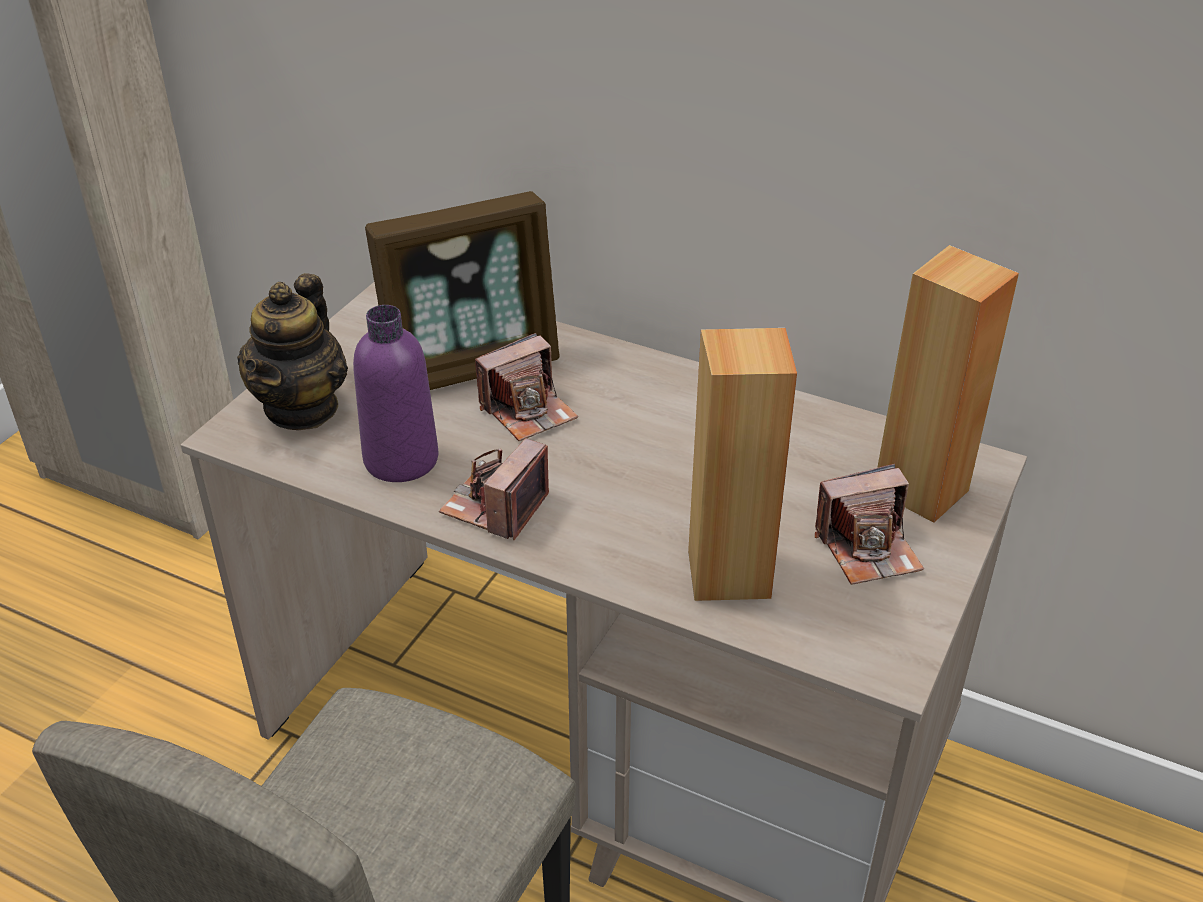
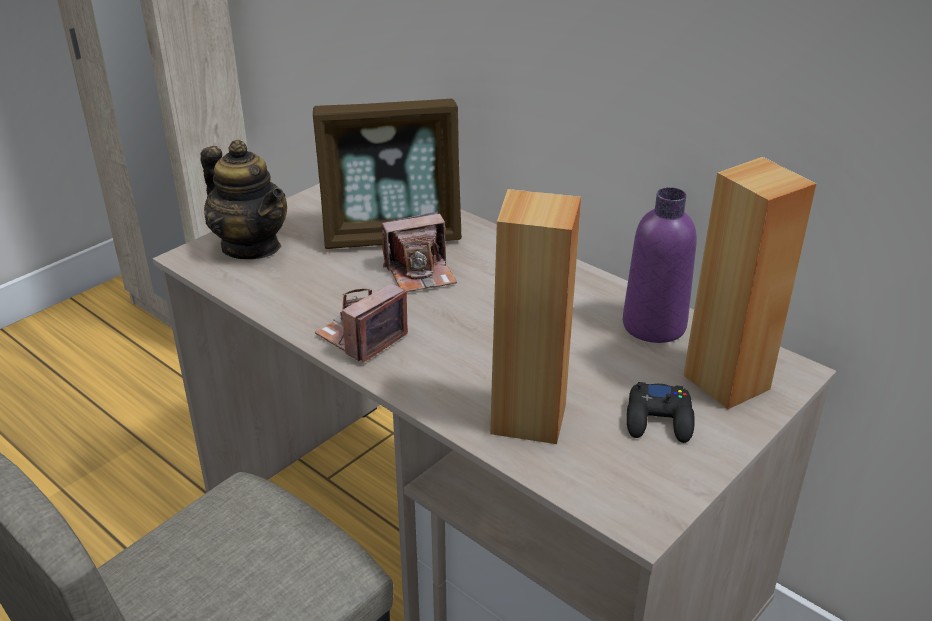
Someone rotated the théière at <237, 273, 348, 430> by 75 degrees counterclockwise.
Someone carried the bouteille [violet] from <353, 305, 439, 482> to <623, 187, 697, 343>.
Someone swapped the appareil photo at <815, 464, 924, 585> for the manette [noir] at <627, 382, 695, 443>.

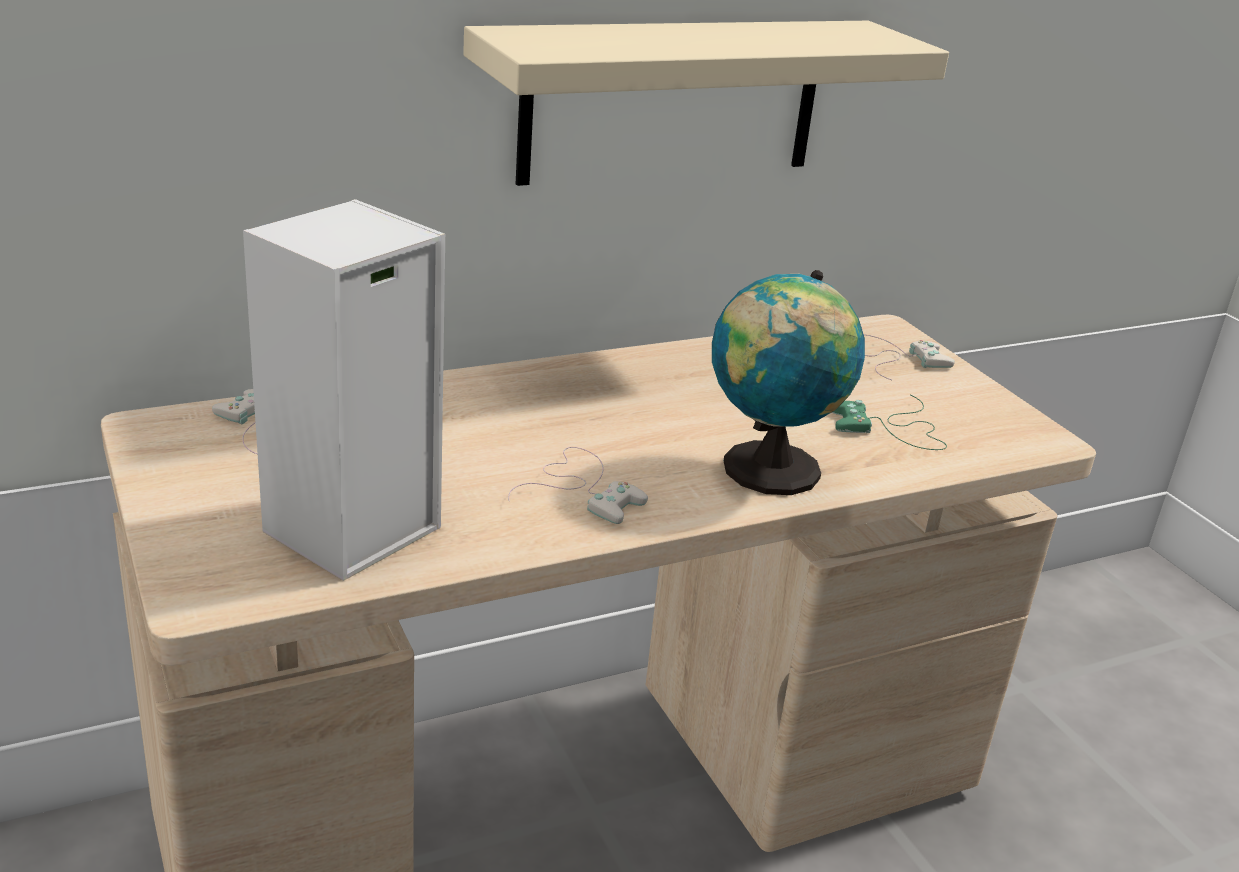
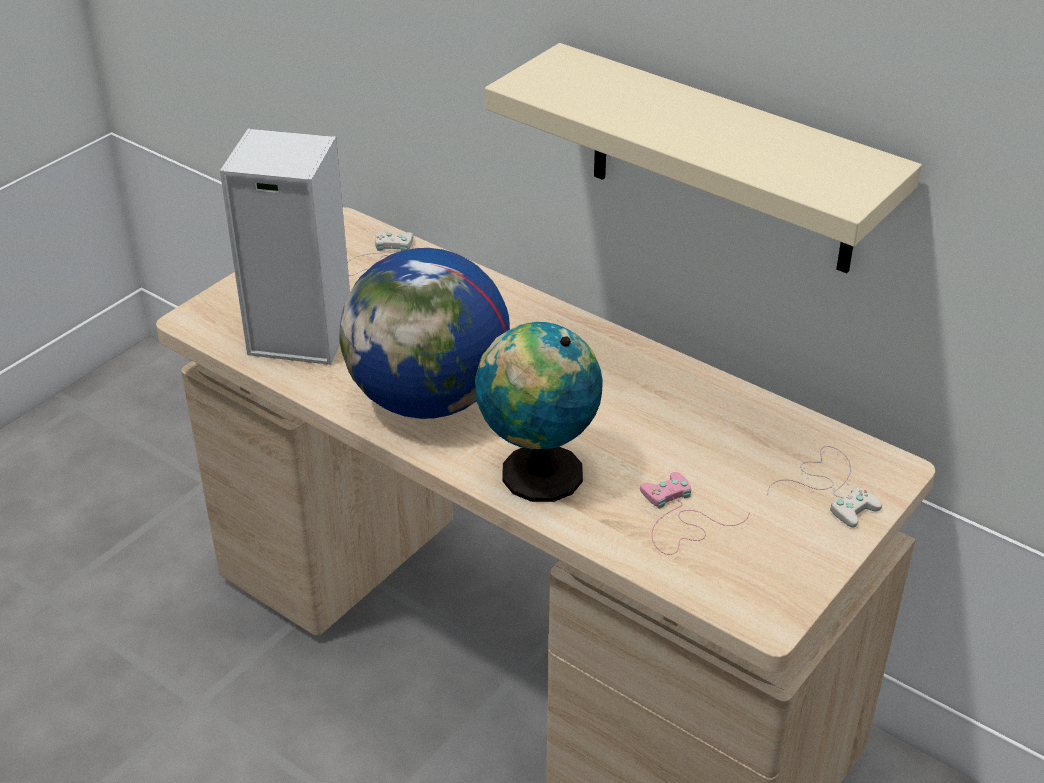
Someone swapped the manette [blanc] at <508, 447, 648, 524> for the globe at <339, 248, 510, 419>.
Someone repainted the manette [vert] at <832, 394, 947, 450>, which became the manette [rose] at <640, 472, 750, 555>.

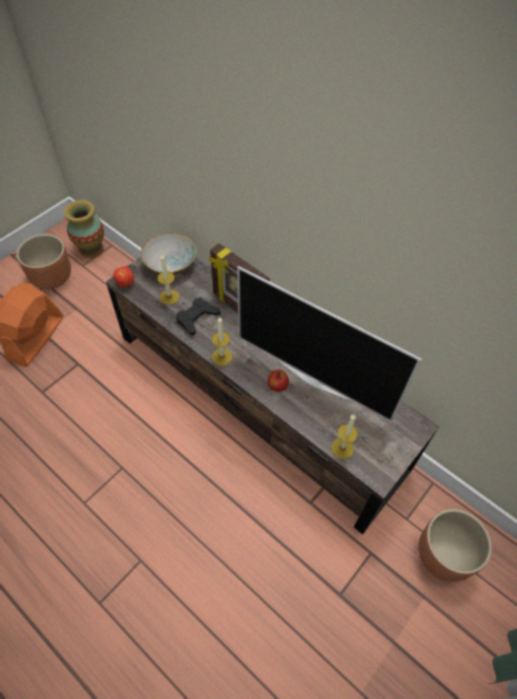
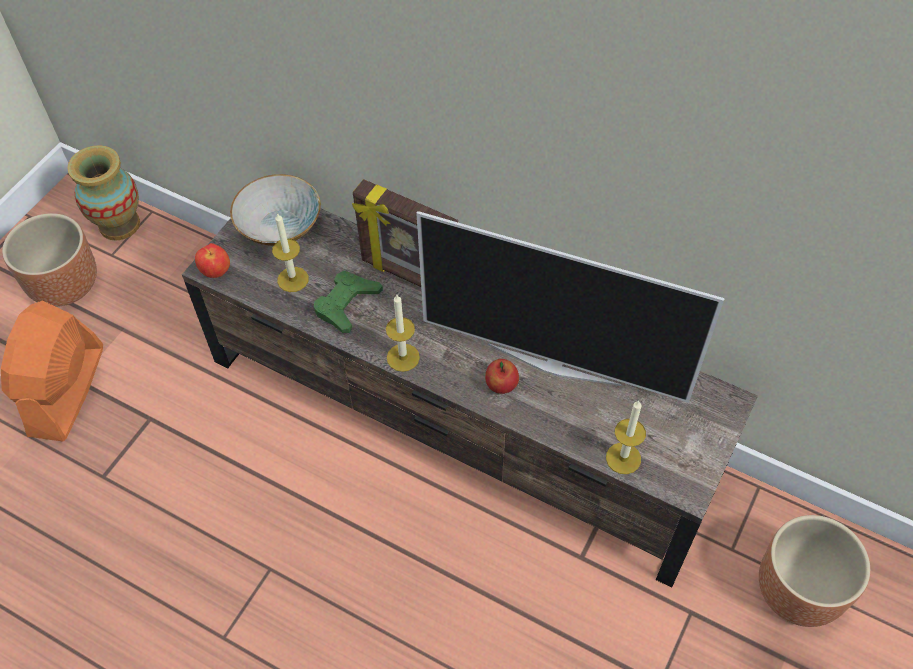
Someone repainted the manette [noir] at <176, 298, 221, 336>, which became the manette [vert] at <314, 271, 383, 333>.

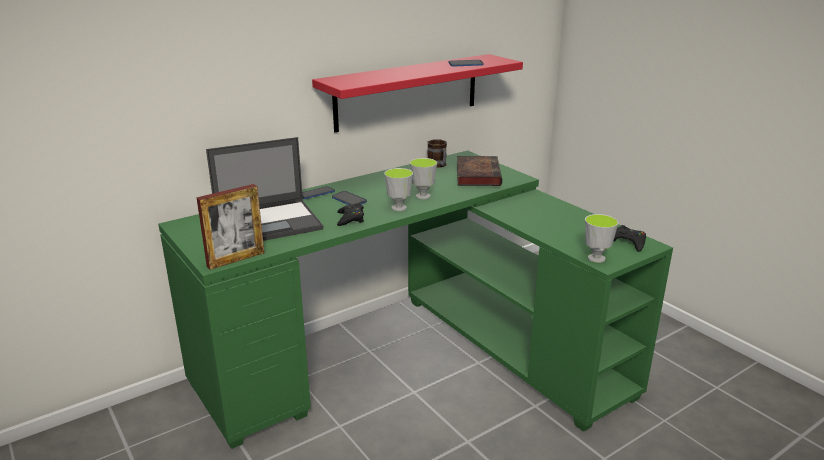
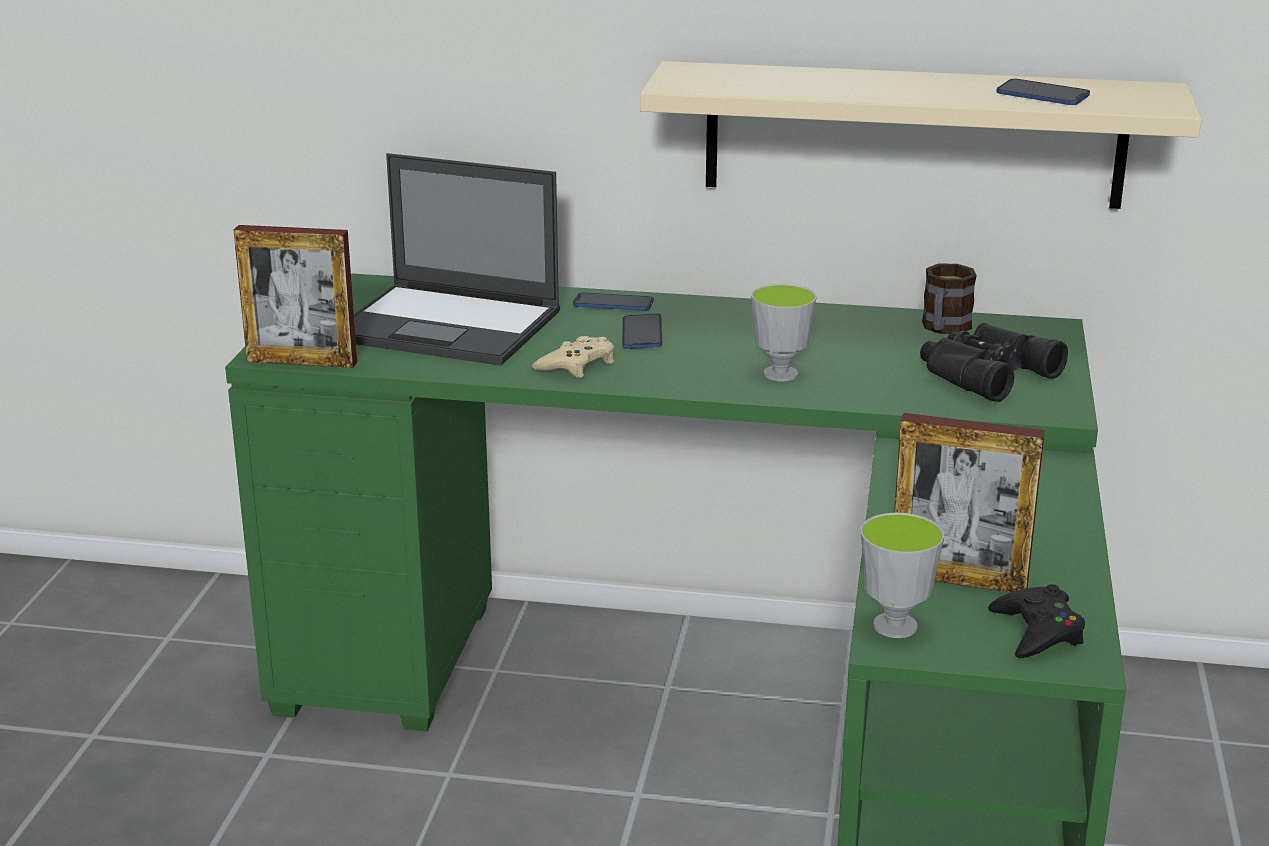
Someone repainted the manette [noir] at <337, 203, 364, 226>, which became the manette [beige] at <532, 336, 614, 378>.
Someone repainted the étagère [rouge] at <312, 54, 523, 132>, which became the étagère [beige] at <640, 61, 1202, 209>.
Someone put down the cadre photo at <894, 413, 1045, 592>.
Someone swapped the livre at <457, 156, 502, 186> for the jumelles [noir] at <920, 323, 1068, 402>.
Someone took away the tasse at <384, 168, 413, 211>.

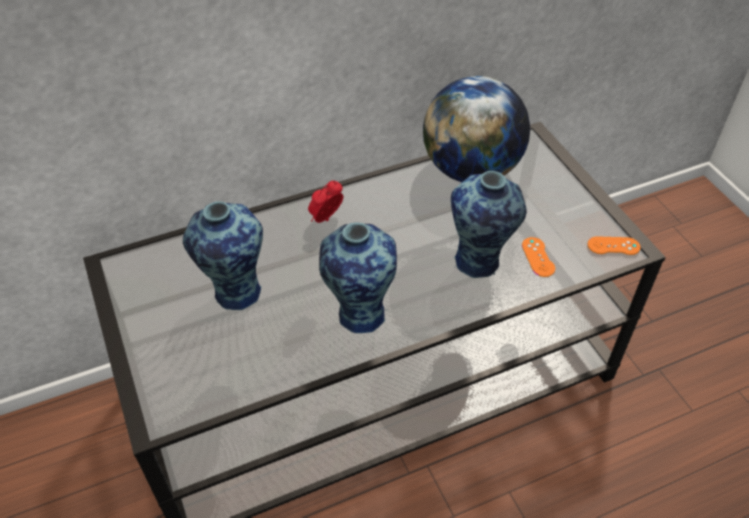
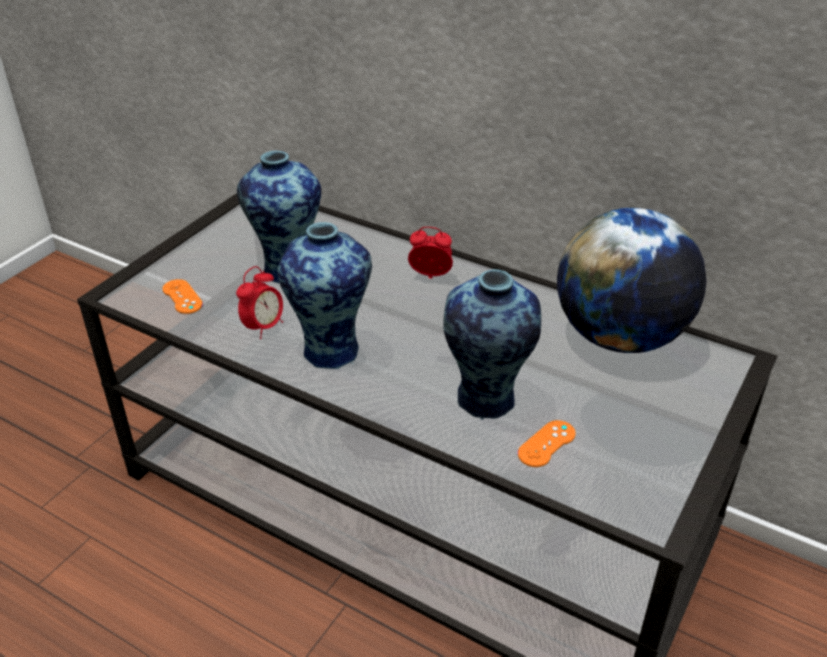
Someone carried the manette [orange] from <588, 236, 640, 255> to <162, 279, 203, 314>.
Someone put down the réveil at <236, 266, 283, 339>.

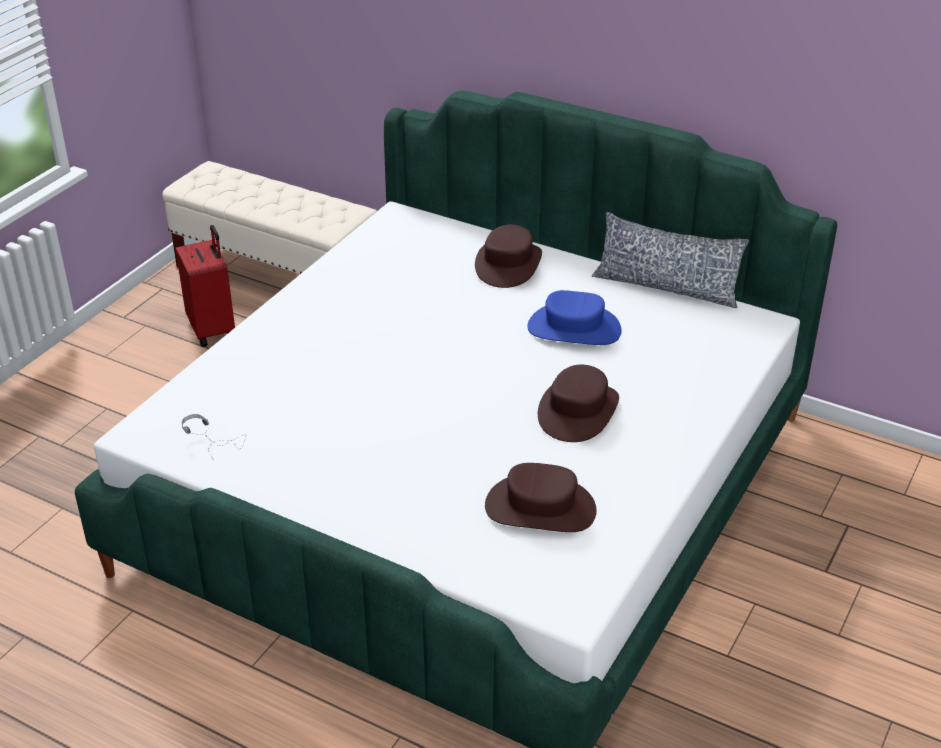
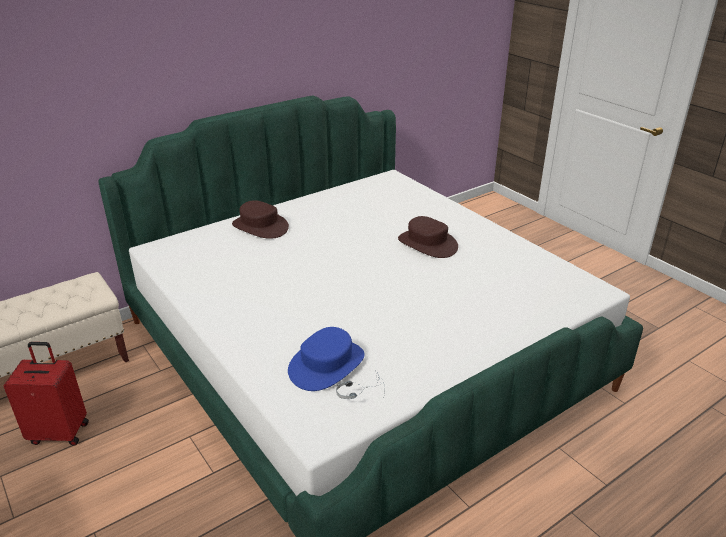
Someone carried the chapeau [bleu] from <527, 290, 622, 345> to <288, 327, 365, 391>.
Someone took away the chapeau [marron] at <485, 463, 596, 532>.
Someone took away the coussin at <592, 212, 749, 308>.

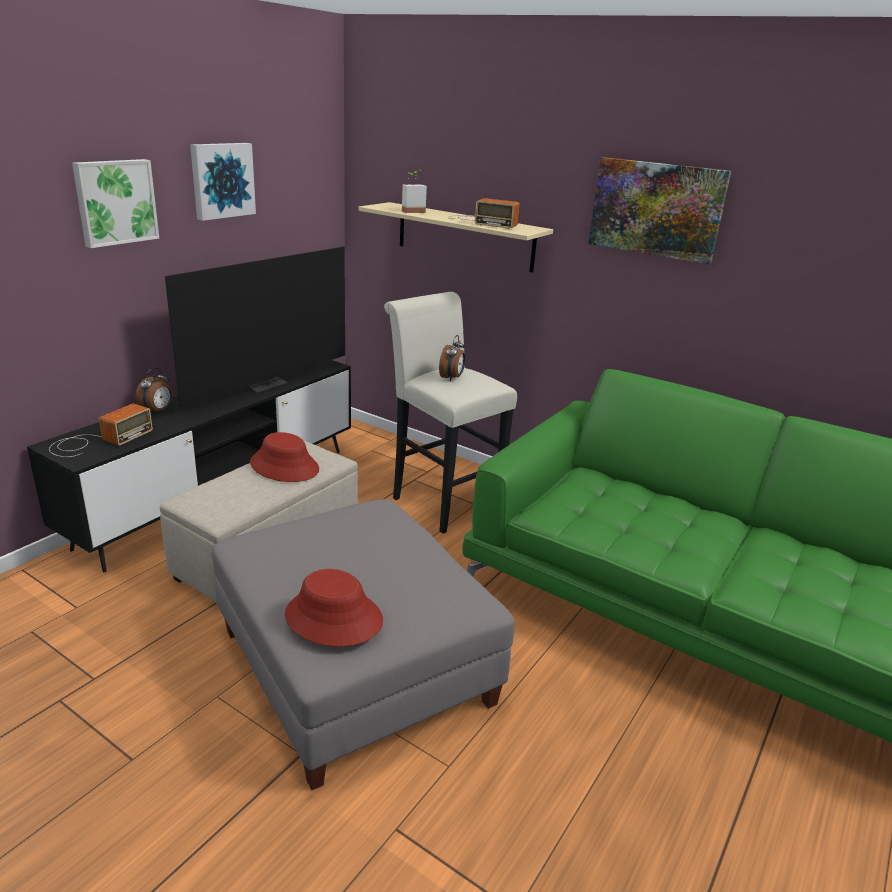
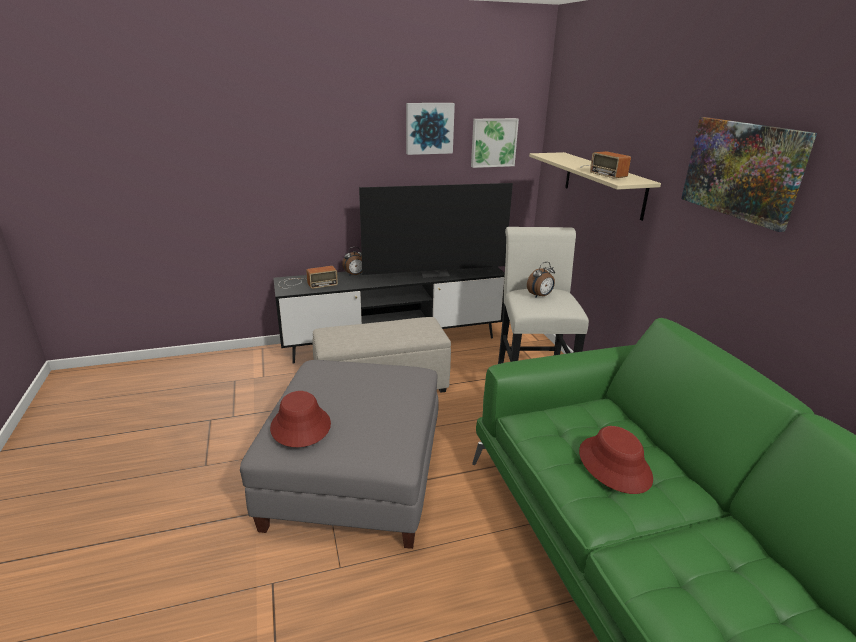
Someone carried the tableau from <72, 159, 159, 248> to <471, 118, 519, 168>.
Someone carried the chapeau [rouge] from <250, 432, 319, 482> to <579, 426, 653, 494>.
Someone took away the plante en pot at <402, 170, 427, 213>.

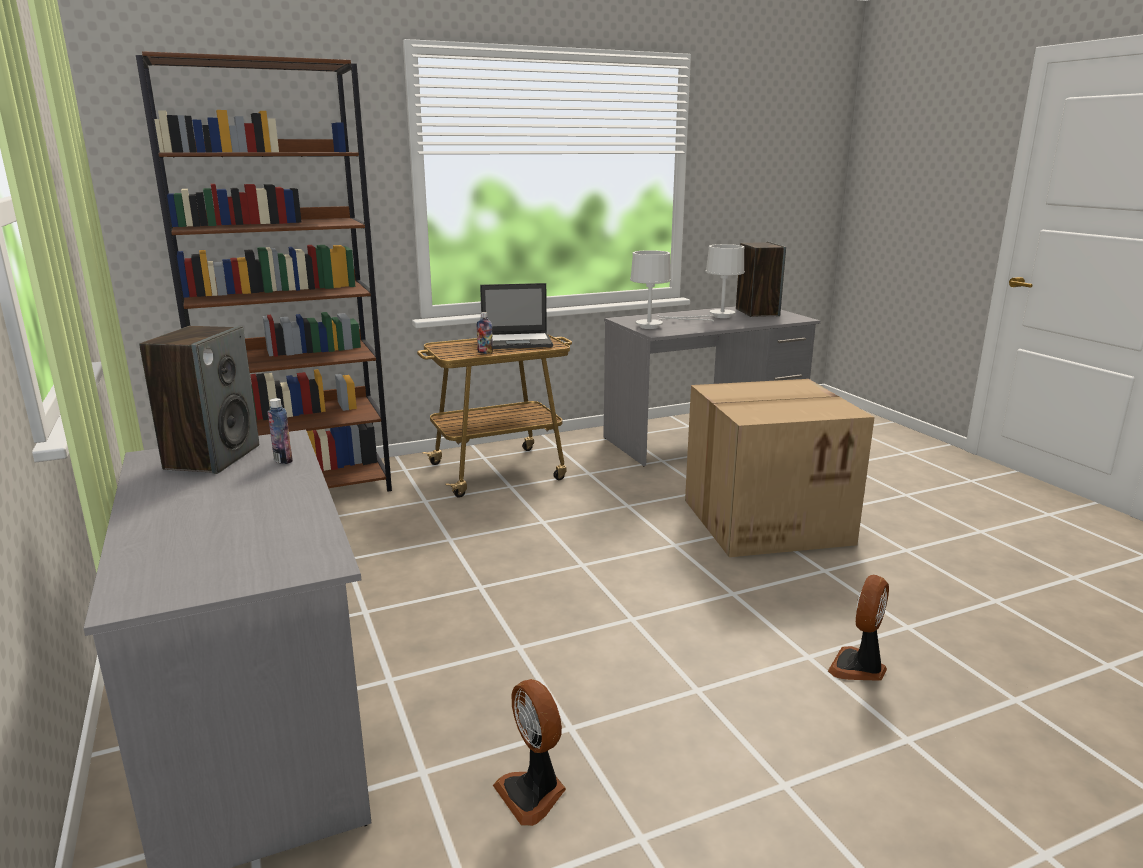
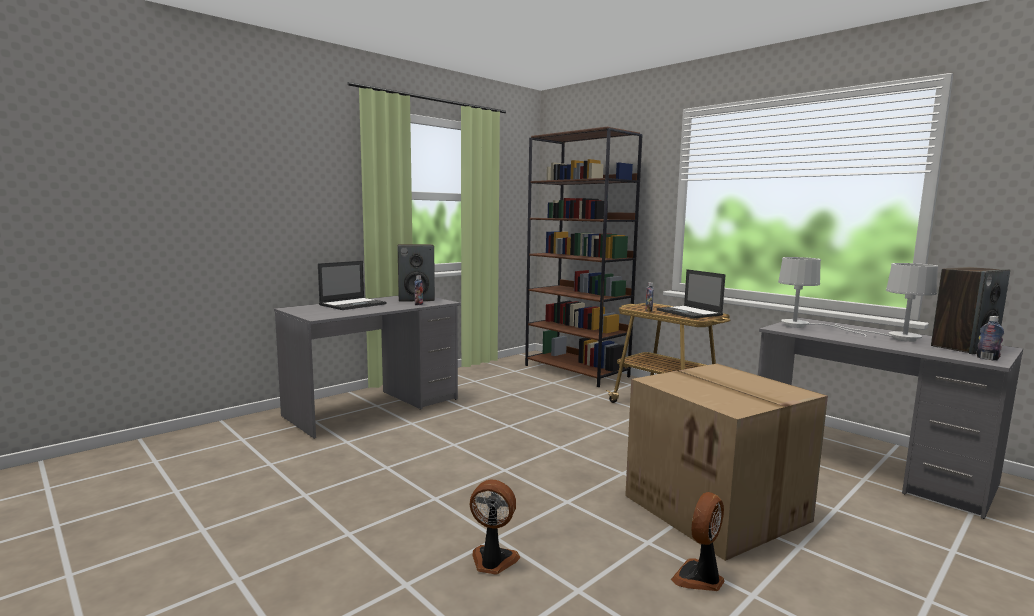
Someone put down the ordinateur portable at <318, 261, 387, 310>.
Someone carried the ventilateur from <493, 679, 566, 826> to <671, 492, 725, 591>.
Someone put down the bouteille at <976, 316, 1004, 361>.

